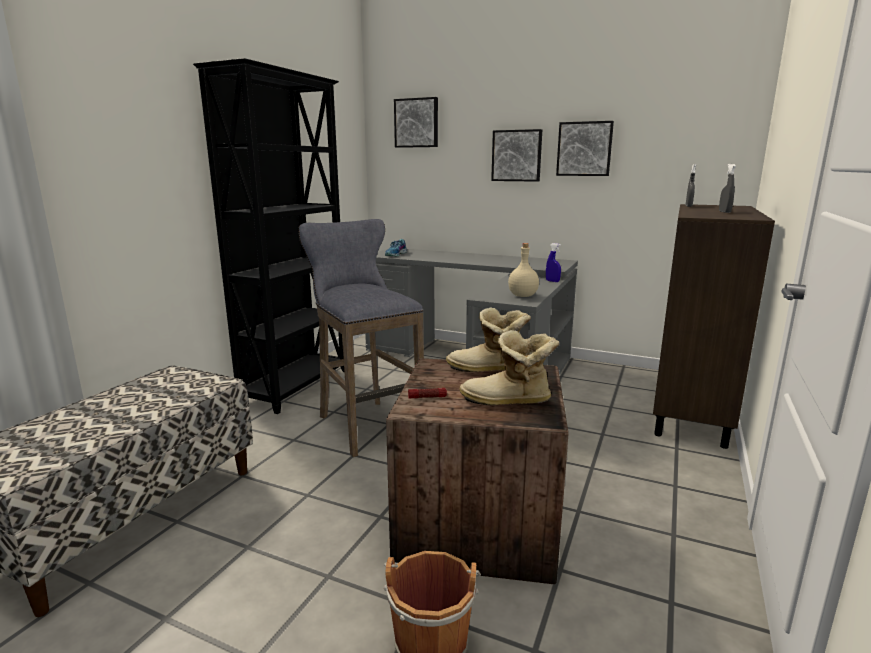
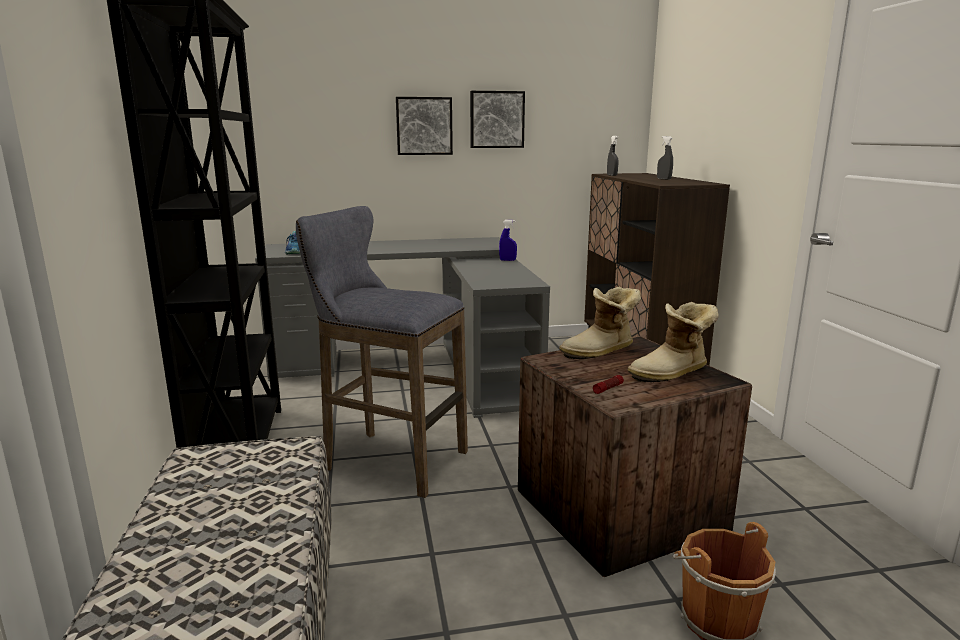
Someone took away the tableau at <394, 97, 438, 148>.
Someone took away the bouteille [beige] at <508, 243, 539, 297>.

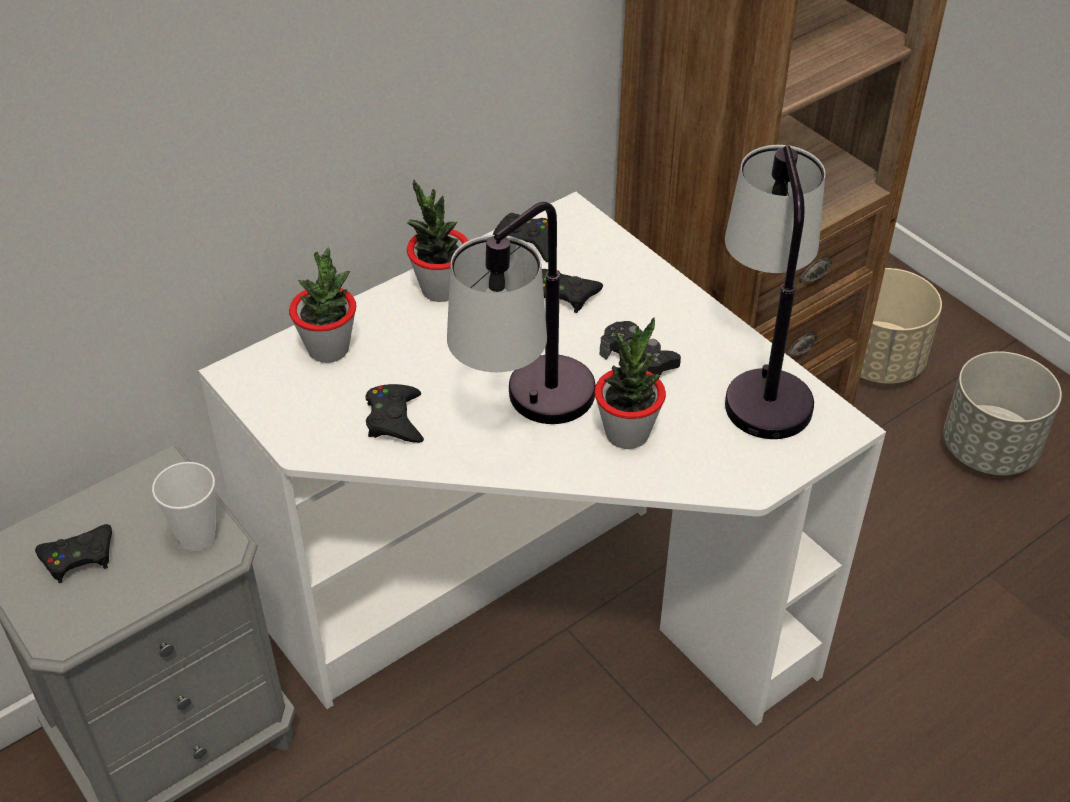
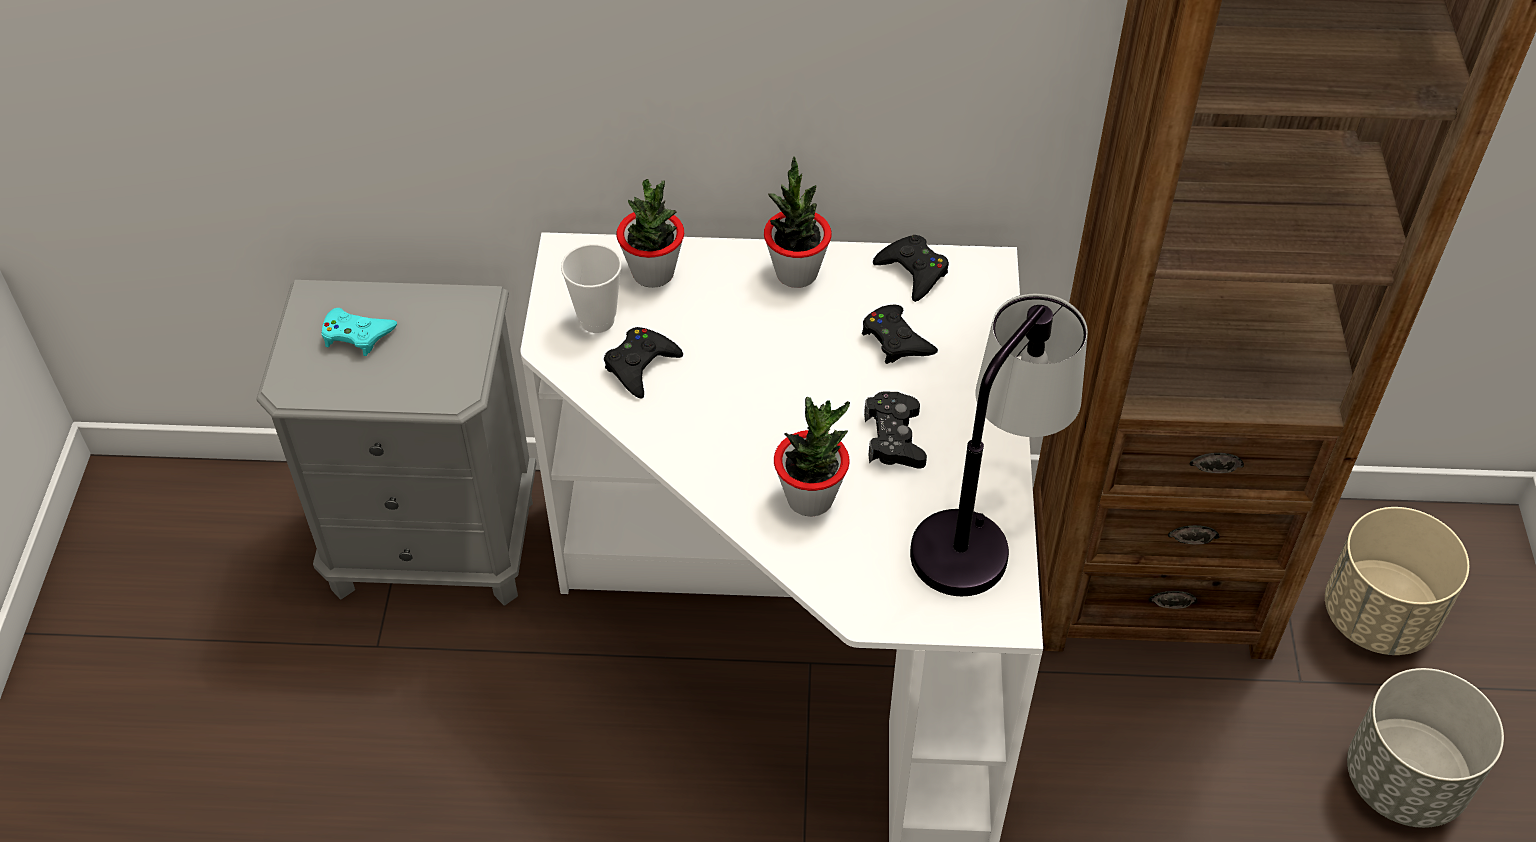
Someone repainted the manette [noir] at <35, 524, 112, 583>, which became the manette [turquoise] at <322, 308, 397, 356>.
Someone carried the tasse from <152, 462, 216, 551> to <561, 244, 622, 333>.
Someone took away the lampe de table at <447, 202, 596, 424>.

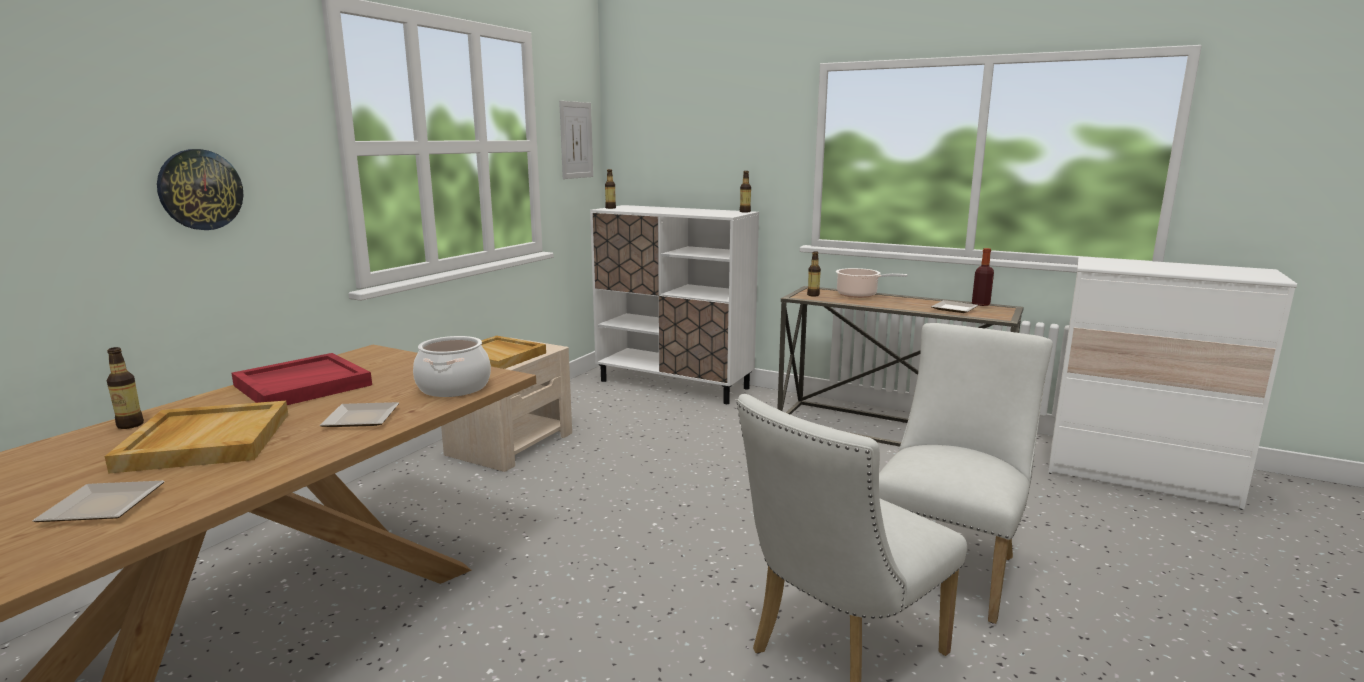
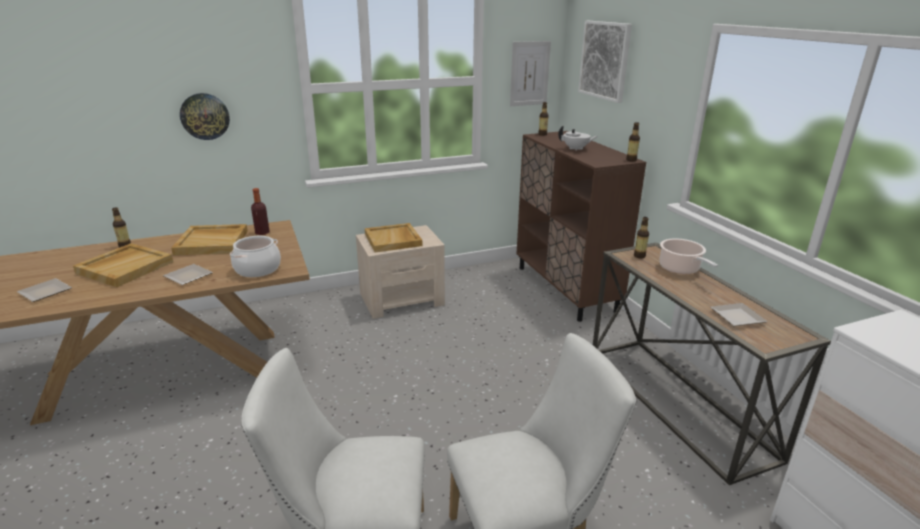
Someone repainted the plateau [rouge] at <231, 353, 372, 405>, which became the plateau [beige] at <171, 224, 248, 255>.
Someone carried the bouteille from <972, 248, 994, 306> to <251, 188, 270, 235>.
Someone repainted the meuble de rangement [blanc] at <590, 205, 759, 404>, which became the meuble de rangement [marron] at <517, 131, 646, 322>.
Someone put down the théière [blanc] at <558, 125, 598, 150>.
Someone put up the tableau at <578, 21, 632, 103>.

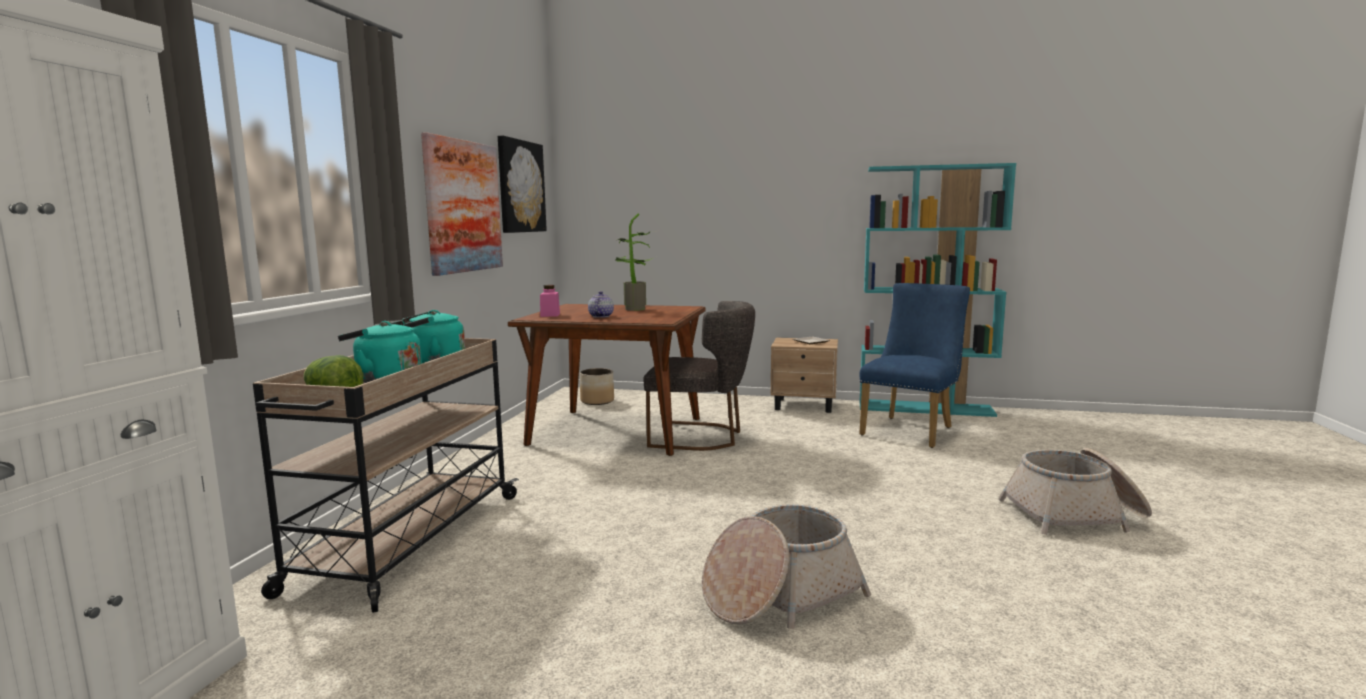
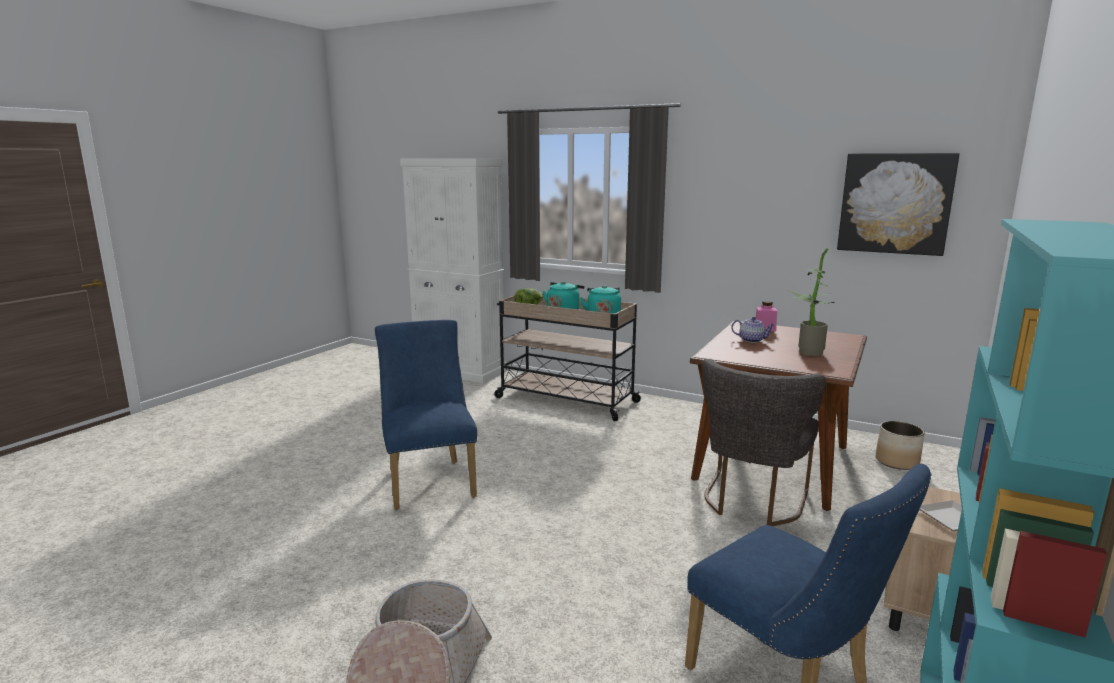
Someone swapped the panier at <702, 504, 871, 629> for the chaise [bleu] at <375, 320, 477, 509>.
Someone took away the tableau at <421, 132, 503, 276>.

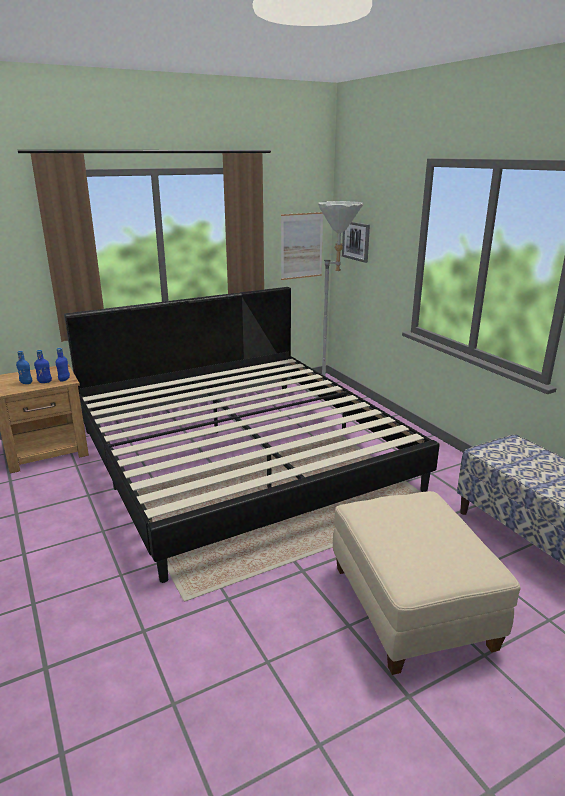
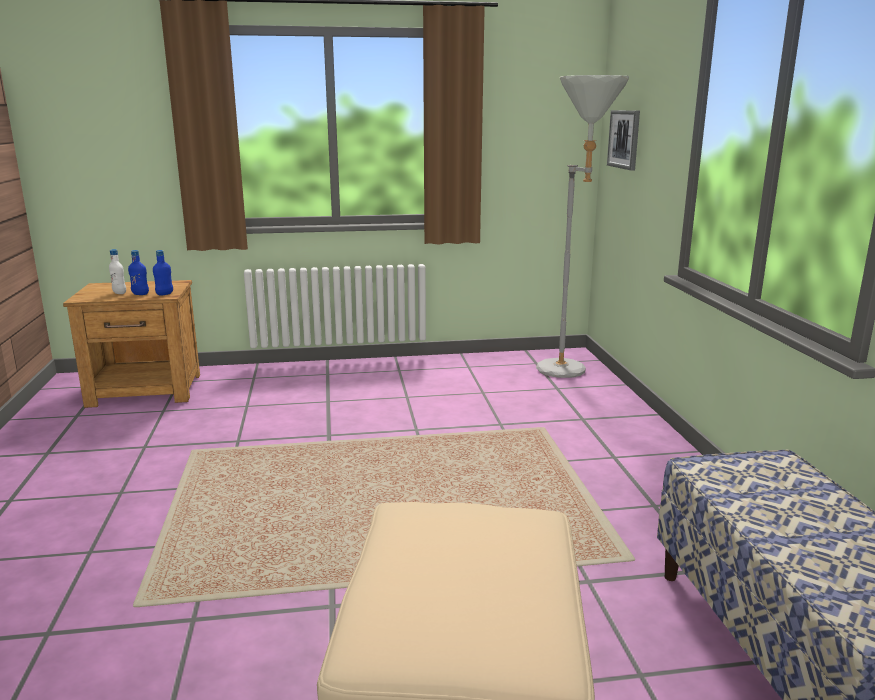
Someone repainted the bouteille [bleu] at <16, 351, 32, 384>, which became the bouteille [blanc] at <109, 249, 126, 294>.
Someone took away the lit at <64, 287, 440, 583>.
Someone took away the tableau at <281, 212, 323, 280>.

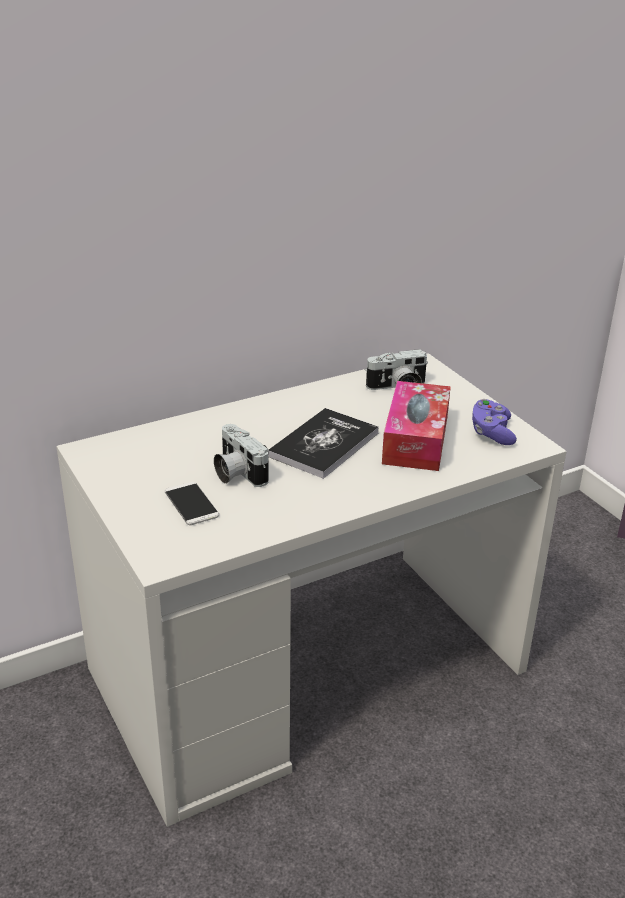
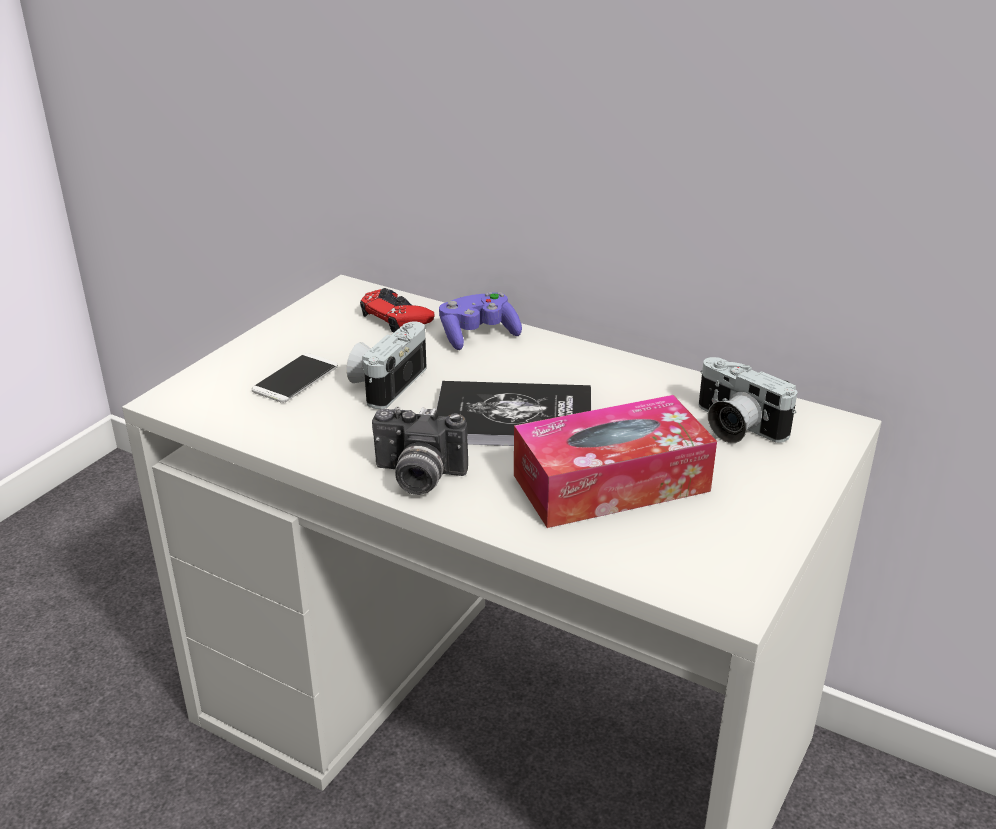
Someone put down the manette [rouge] at <360, 288, 435, 332>.
Someone put down the appareil photo at <372, 406, 468, 495>.
Someone carried the manette [violet] from <472, 399, 517, 445> to <439, 292, 522, 350>.

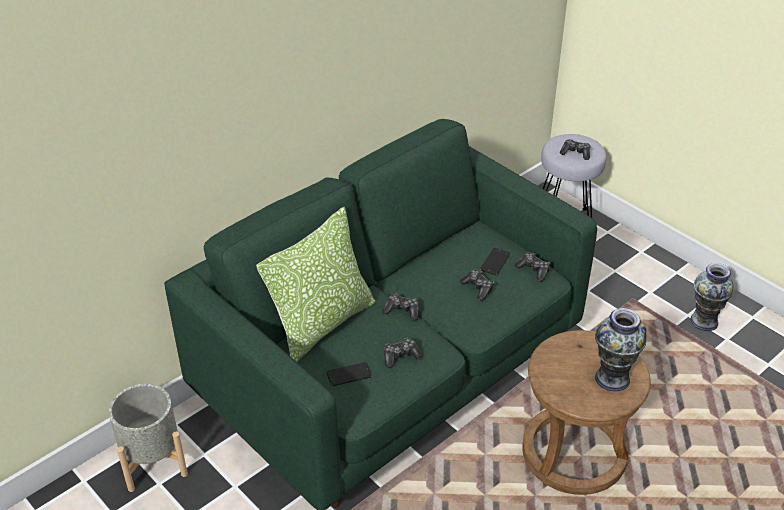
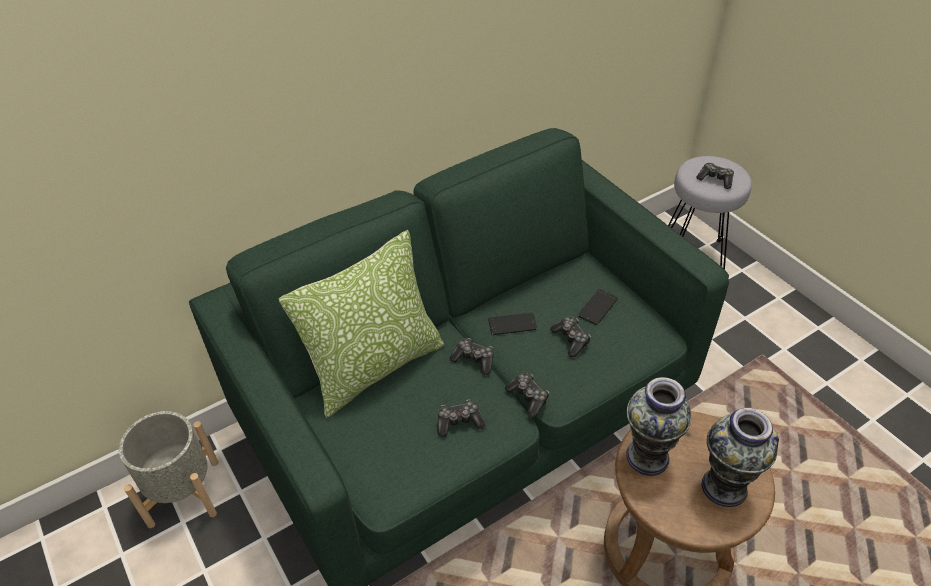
Someone carried the téléphone from <326, 362, 372, 386> to <488, 313, 537, 335>.
Someone carried the manette from <515, 252, 550, 282> to <505, 373, 549, 418>.
Someone carried the vase from <691, 263, 734, 331> to <626, 377, 691, 476>.

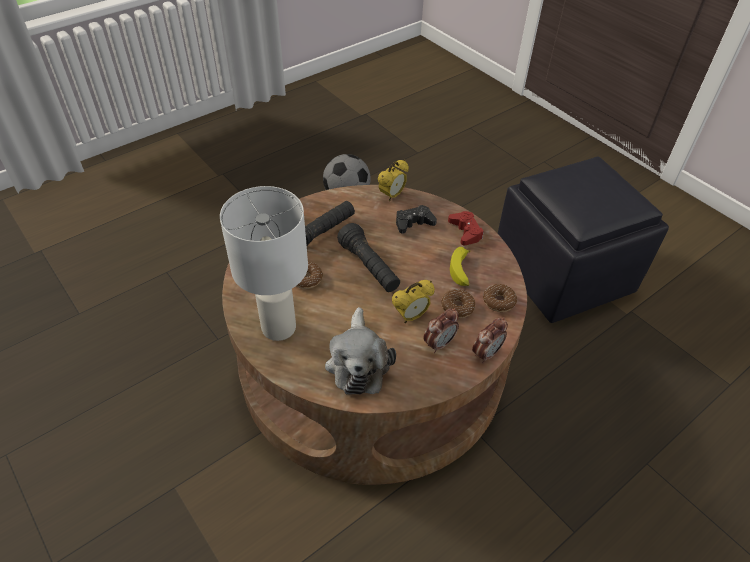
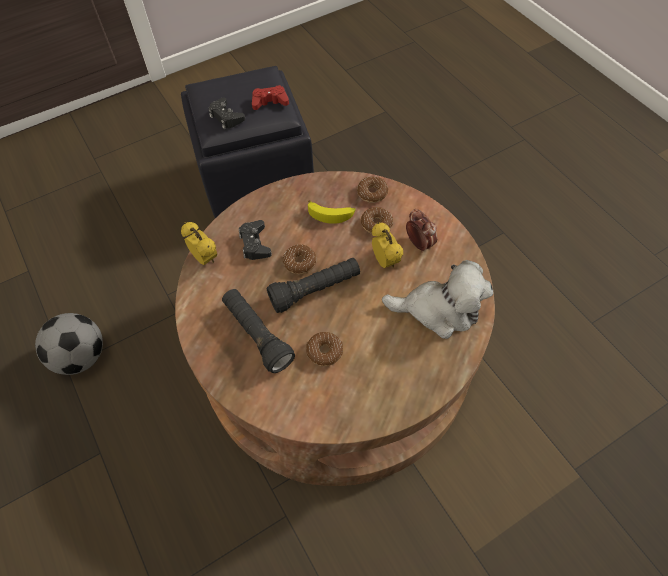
Someone put down the manette [noir] at <208, 97, 245, 129>.
Someone carried the manette [rouge] from <448, 211, 484, 246> to <252, 85, 289, 110>.
Someone put down the beignet at <283, 244, 316, 274>.
Someone took away the lampe de table [blanc] at <220, 186, 308, 341>.
Someone took away the réveil at <472, 317, 508, 363>.

